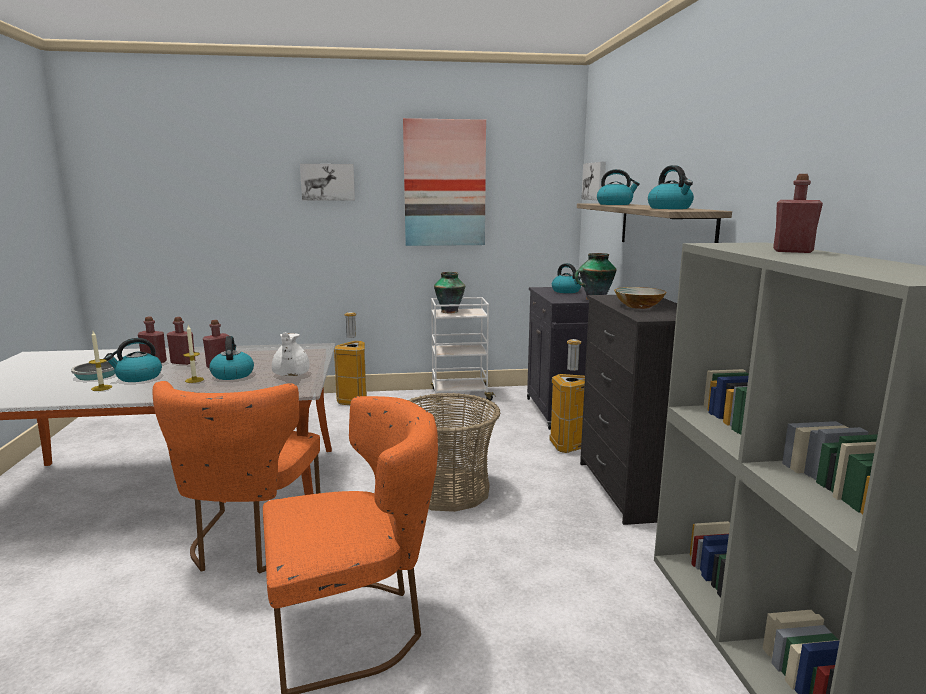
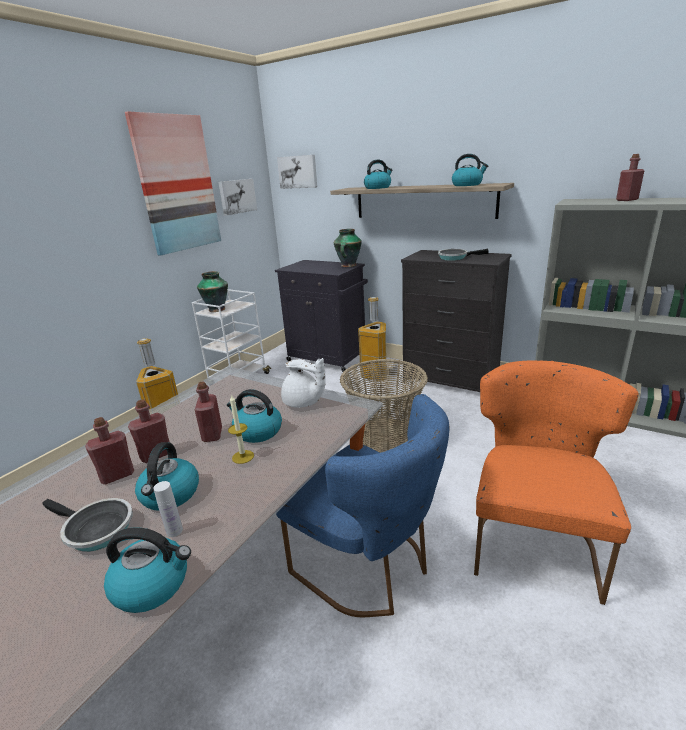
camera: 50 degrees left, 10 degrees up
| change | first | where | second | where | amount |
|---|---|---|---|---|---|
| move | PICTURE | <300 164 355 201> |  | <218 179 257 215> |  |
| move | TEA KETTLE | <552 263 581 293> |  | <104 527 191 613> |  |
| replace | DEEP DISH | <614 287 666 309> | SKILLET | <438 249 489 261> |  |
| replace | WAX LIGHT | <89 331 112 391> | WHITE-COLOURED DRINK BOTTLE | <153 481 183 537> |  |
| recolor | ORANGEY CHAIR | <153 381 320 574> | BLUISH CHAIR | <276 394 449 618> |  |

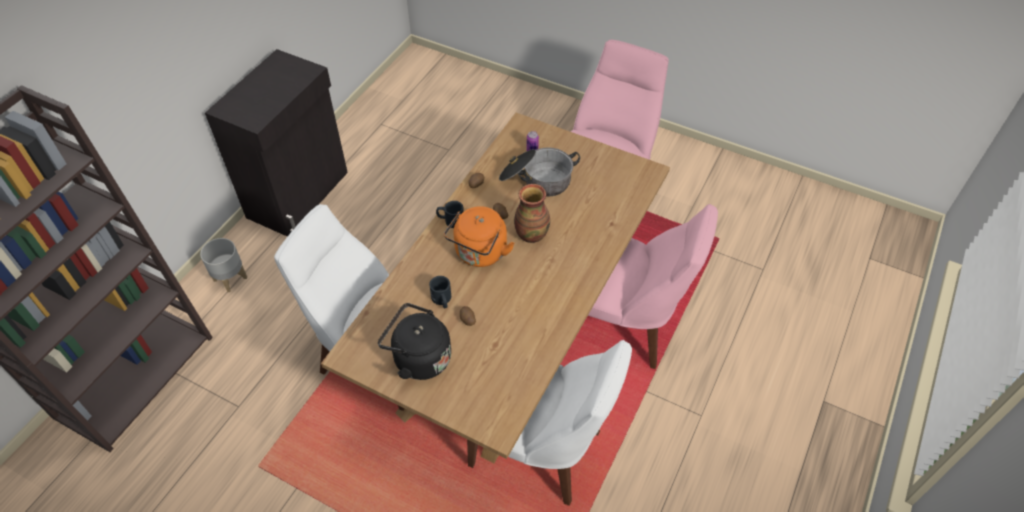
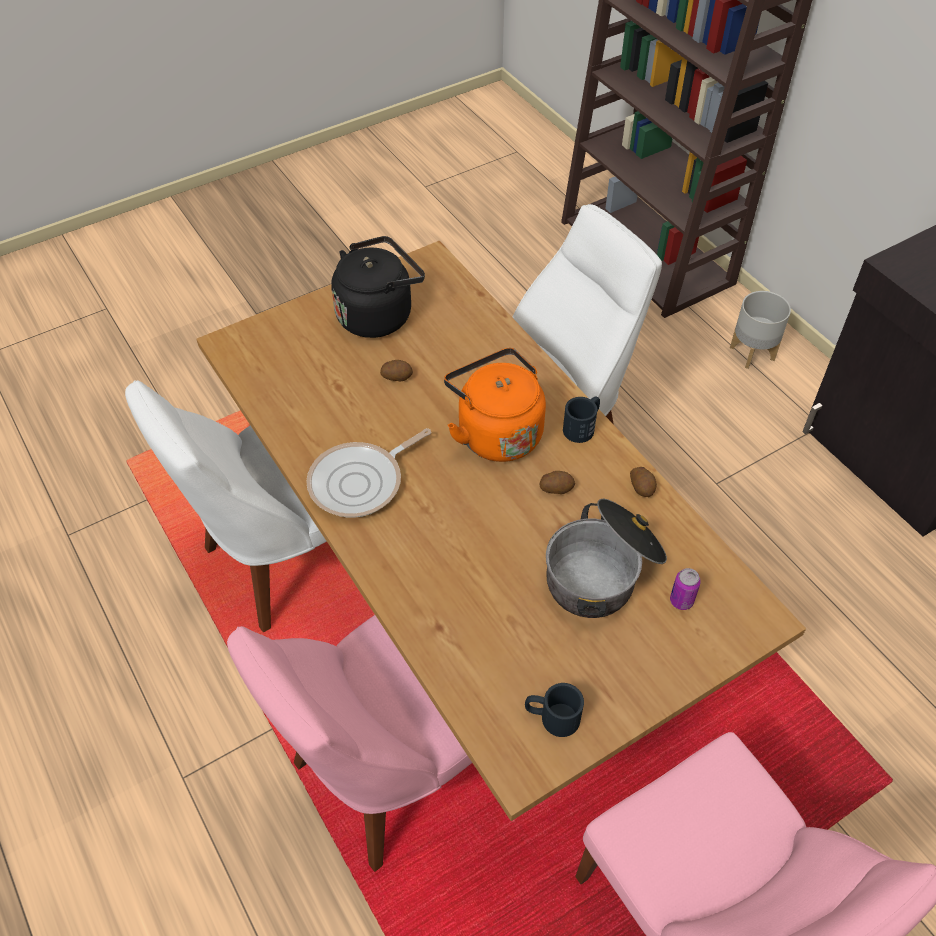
camera: 120 degrees right, 0 degrees up
| change | first | where | second | where | amount |
|---|---|---|---|---|---|
| delete | VASE | <514 184 550 243> |  |  |  |
| move | BLACKISH COFFEE MUG | <429 276 451 308> |  | <525 683 584 737> |  |
| insert |  |  | SKILLET | <306 428 431 517> |  |

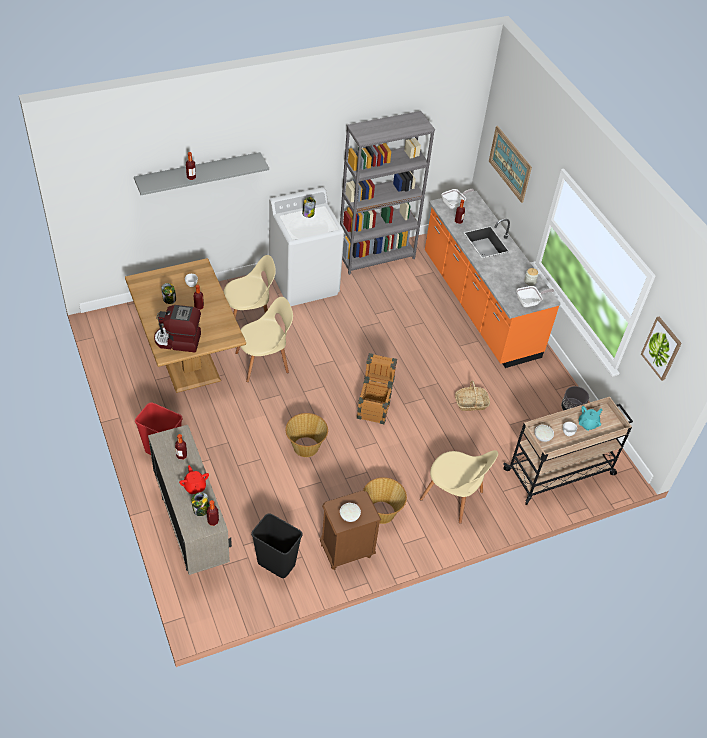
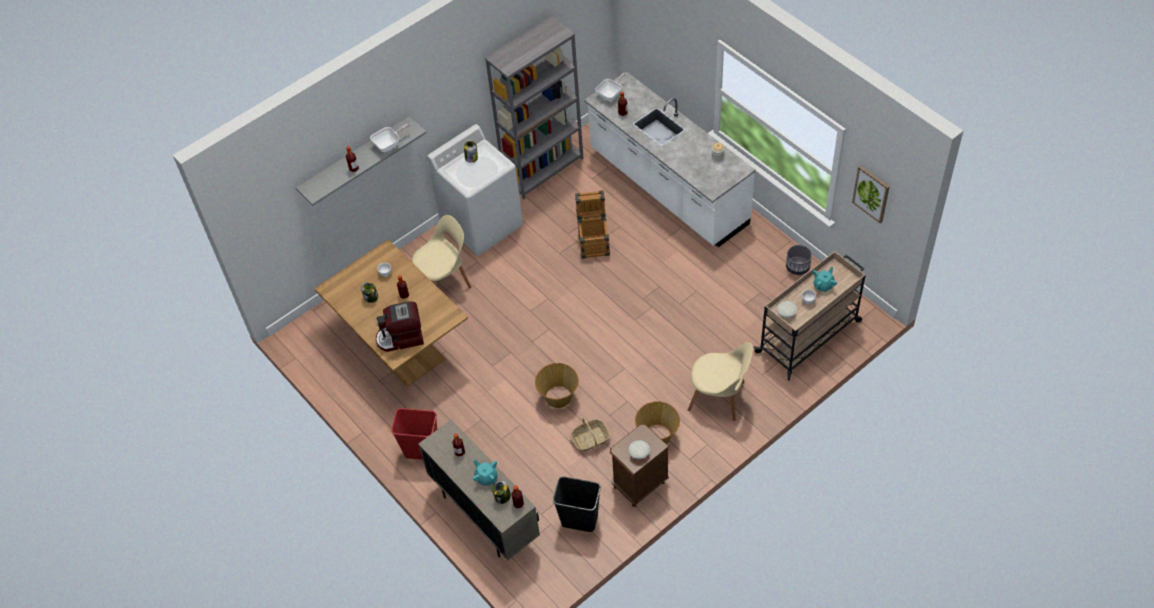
camera: 10 degrees left, 5 degrees up
| change | first | where | second | where | amount |
|---|---|---|---|---|---|
| delete | PICTURE | <489 126 532 203> |  |  |  |
| recolor | ORANGEY COUNTER | <425 191 561 368> | WHITE-COLOURED COUNTER | <584 72 756 248> |  |
| move | SKILLET | <516 286 554 307> |  | <370 123 410 152> |  |
| delete | SAND-COLOURED CHAIR | <235 297 293 382> |  |  |  |
| move | PACKING CRATE | <357 353 397 424> |  | <575 190 610 259> |  |
| move | STORAGE BASKET | <455 381 490 411> |  | <570 418 610 452> |  |
| recolor | REDDISH TEA POT | <179 465 209 494> | TURQUOISE TEA POT | <473 460 498 486> |  |

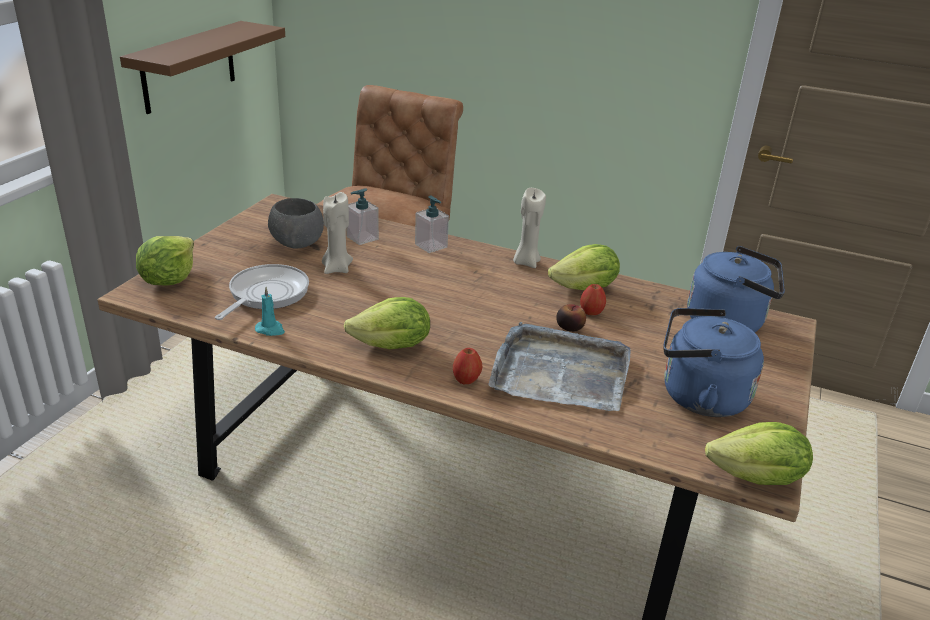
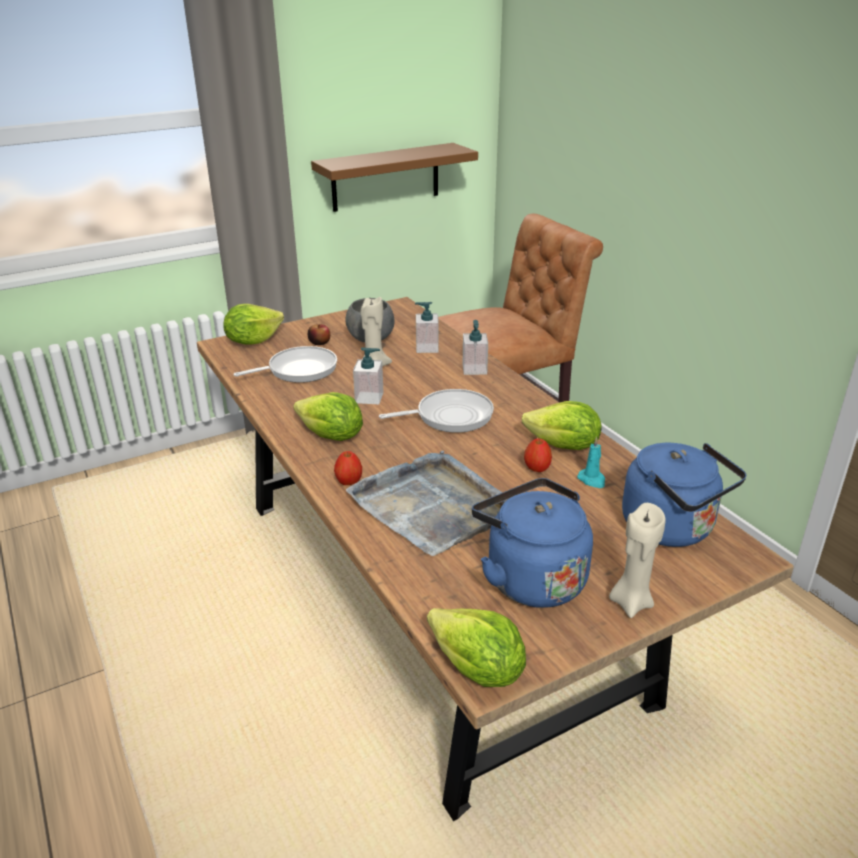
camera: 40 degrees right, 0 degrees up
| change | first | where | second | where | amount |
|---|---|---|---|---|---|
| move | SAND-COLOURED WAX LIGHT | <513 188 546 268> |  | <609 503 666 618> |  |
| move | TURQUOISE WAX LIGHT | <255 287 285 336> |  | <577 437 605 488> |  |
| move | APPLE FRUIT | <556 304 586 332> |  | <308 324 330 345> |  |
| insert |  |  | SOAP BOTTLE | <353 347 383 404> |  |
| insert |  |  | SKILLET | <379 389 494 433> |  |

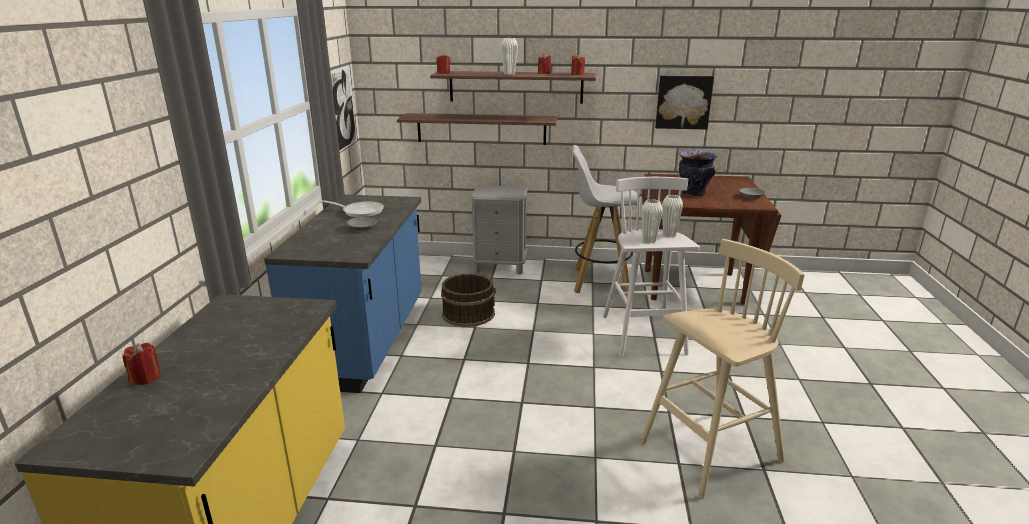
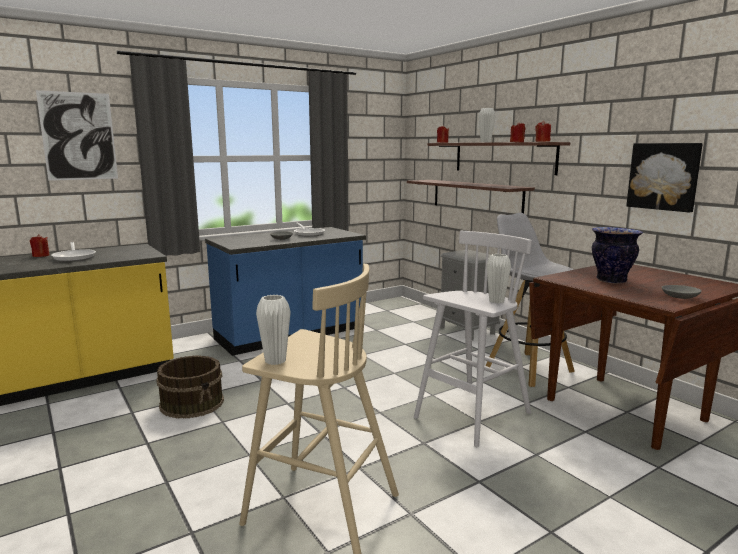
camera: 50 degrees right, 10 degrees down
| change | first | where | second | where | amount |
|---|---|---|---|---|---|
| move | PICTURE | <330 66 357 152> |  | <36 90 118 181> |  |
| move | WHITE-COLOURED VASE | <641 199 663 243> |  | <256 295 291 365> |  |
| move | BROWN BUCKET | <441 273 496 327> |  | <156 355 224 419> |  |
| insert |  |  | SKILLET | <51 242 96 262> |  |

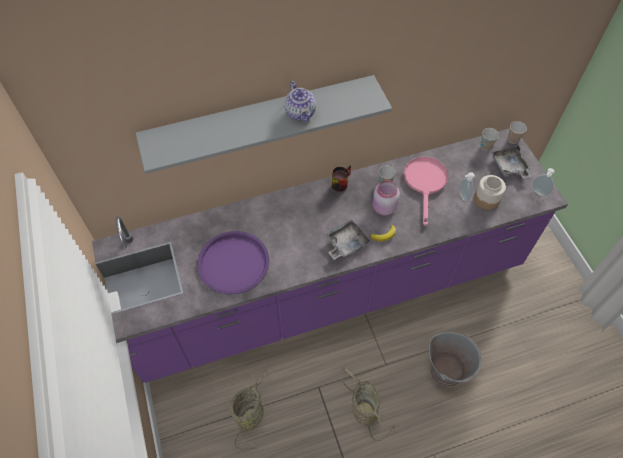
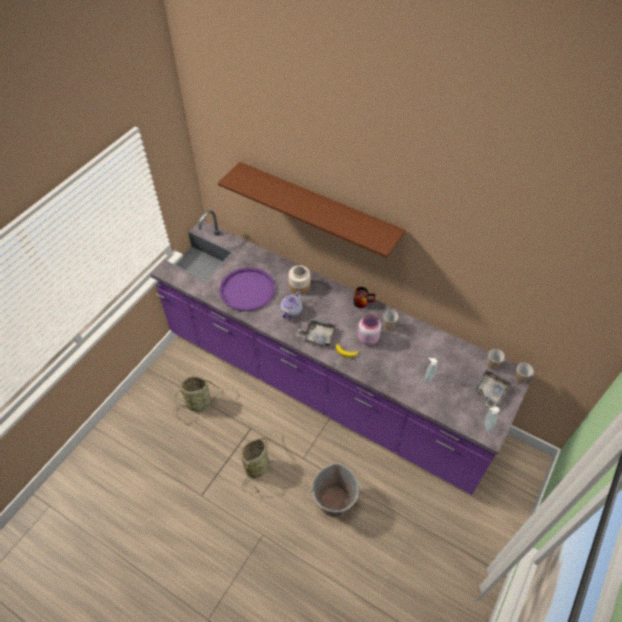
camera: 50 degrees right, 5 degrees down
| change | first | where | second | where | amount |
|---|---|---|---|---|---|
| recolor | GREYISH WALL SHELF | <135 75 392 174> | BROWN WALL SHELF | <218 162 406 258> |  |
| move | TEA POT | <285 81 316 122> |  | <280 291 302 318> |  |
| delete | PINK-COLOURED SKILLET | <404 157 448 226> |  |  |  |
| move | STORAGE JAR | <474 175 506 210> |  | <289 265 310 294> |  |

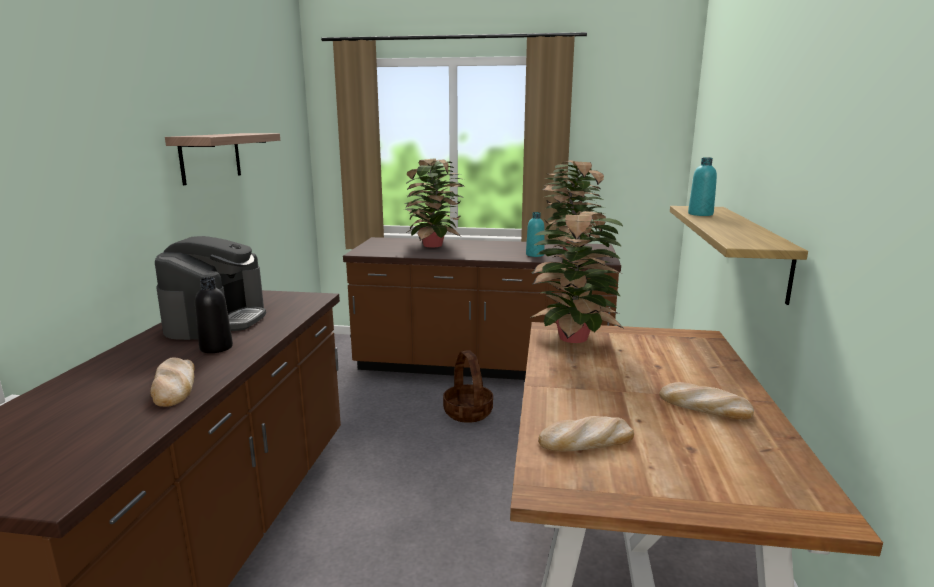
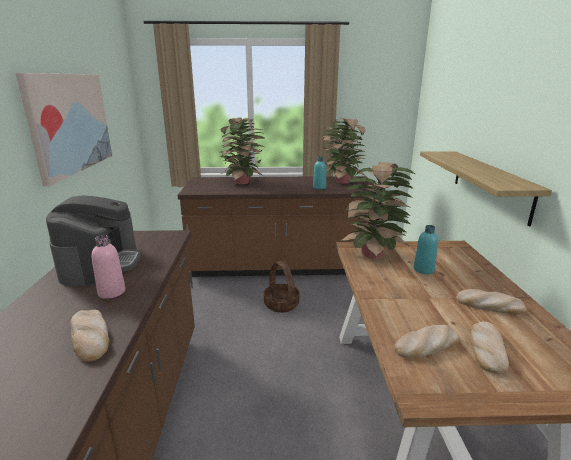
camera: 10 degrees left, 5 degrees up
| change | first | where | second | where | amount |
|---|---|---|---|---|---|
| replace | WALL SHELF | <165 133 280 185> | PICTURE | <16 73 112 186> |  |
| move | TURQUOISE DRINK BOTTLE | <688 157 717 216> |  | <414 225 438 274> |  |
| recolor | BLACKISH DRINK BOTTLE | <195 277 233 353> | PINK-COLOURED DRINK BOTTLE | <91 235 125 299> |  |
| insert |  |  | BREAD | <471 321 509 374> |  |

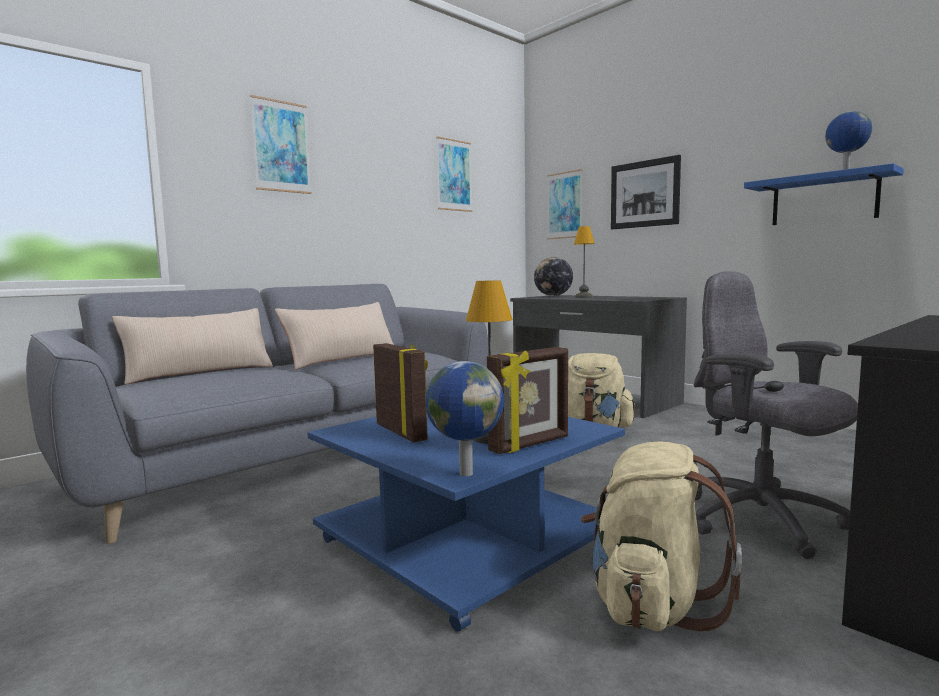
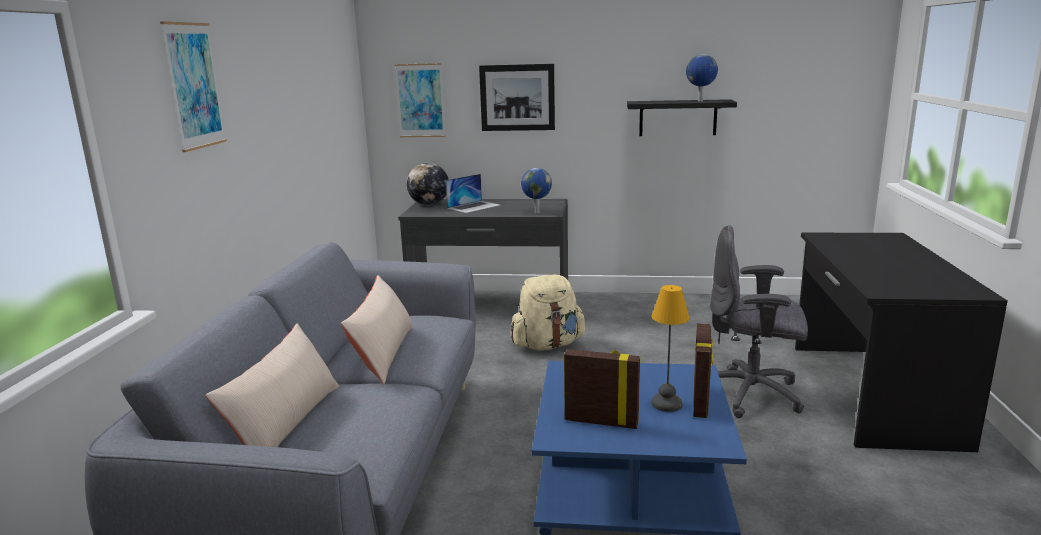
camera: 40 degrees left, 10 degrees up
| change | first | where | second | where | amount |
|---|---|---|---|---|---|
| delete | PICTURE | <436 136 472 212> |  |  |  |
| recolor | BLUISH WALL SHELF | <744 163 904 225> | BLACKISH WALL SHELF | <627 99 737 136> |  |
| replace | TABLE LAMP | <574 226 595 298> | NOTEBOOK COMPUTER | <445 174 500 213> |  |
| move | GLOBE | <425 361 504 476> |  | <521 168 552 213> |  |
| delete | SAND-COLOURED RUCKSACK | <581 441 742 631> |  |  |  |

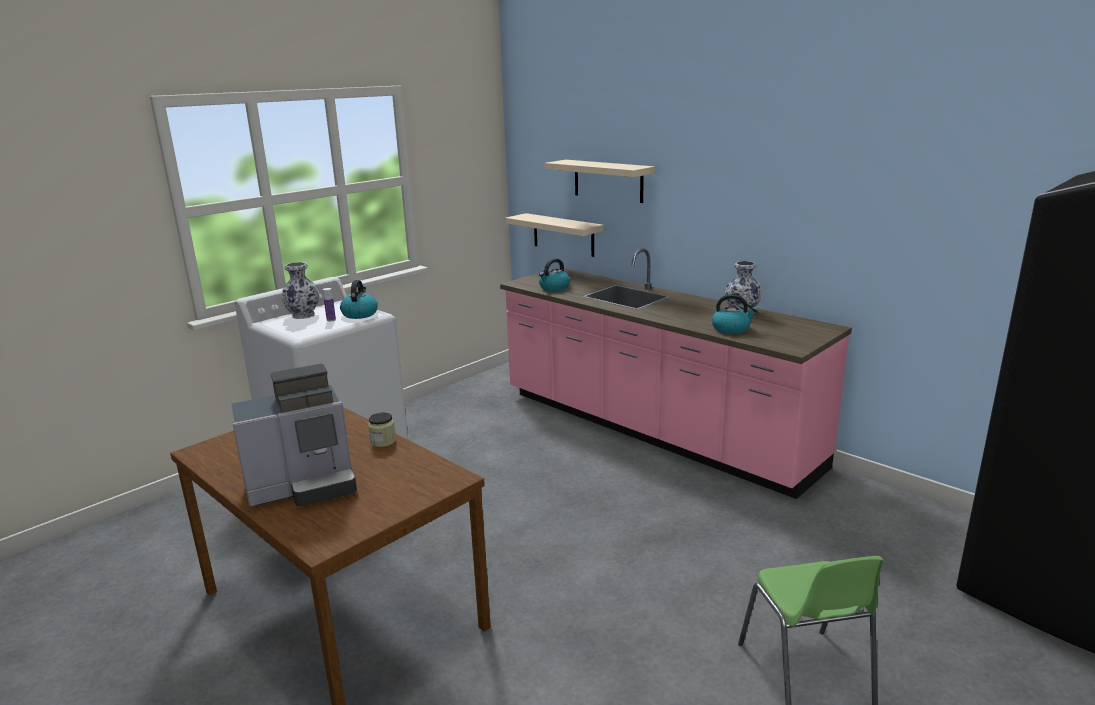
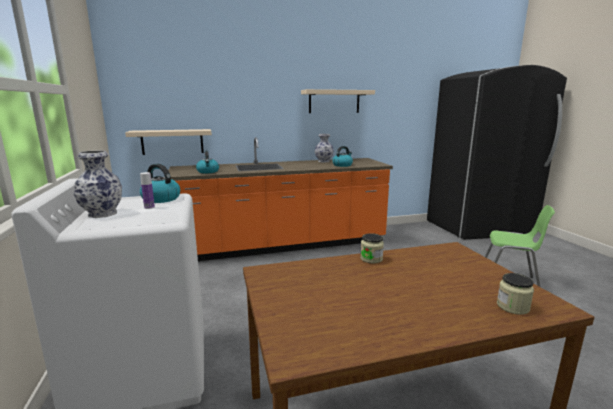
camera: 60 degrees left, 5 degrees down
| change | first | where | second | where | amount |
|---|---|---|---|---|---|
| move | SAND-COLOURED WALL SHELF | <545 160 655 203> |  | <301 89 375 113> |  |
| recolor | PINK-COLOURED COUNTER | <500 248 852 499> | ORANGEY COUNTER | <168 137 393 261> |  |
| delete | COFFEE BREWER | <231 364 357 507> |  |  |  |
| insert |  |  | STORAGE JAR | <497 273 534 315> |  |

